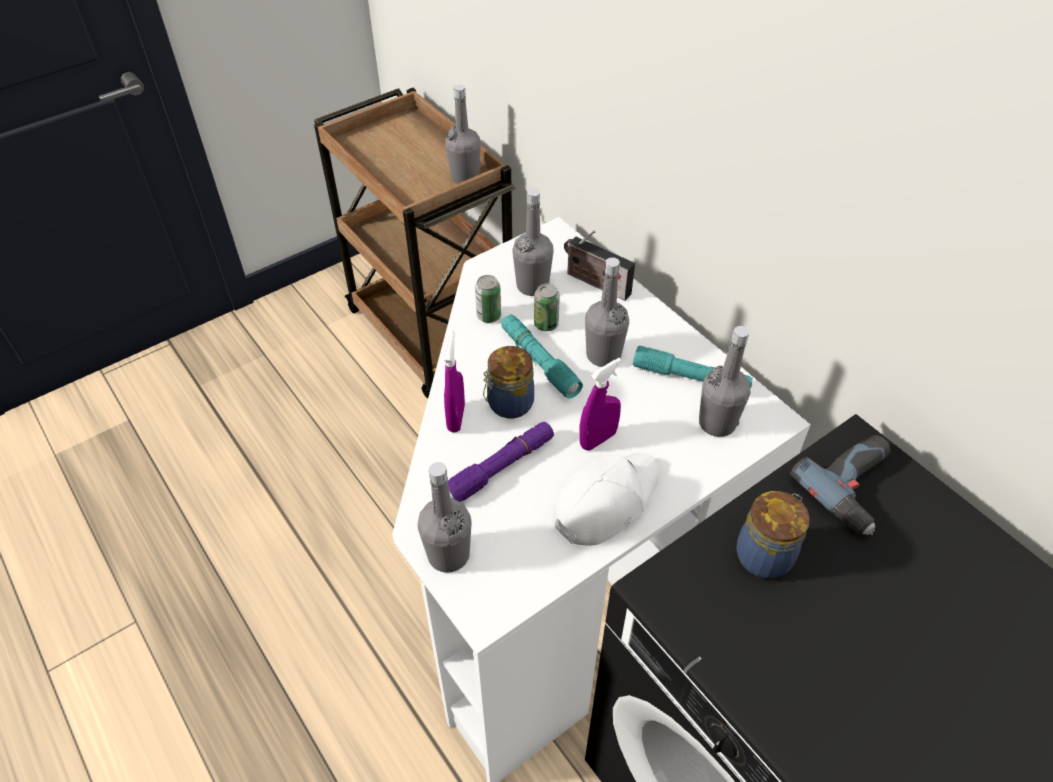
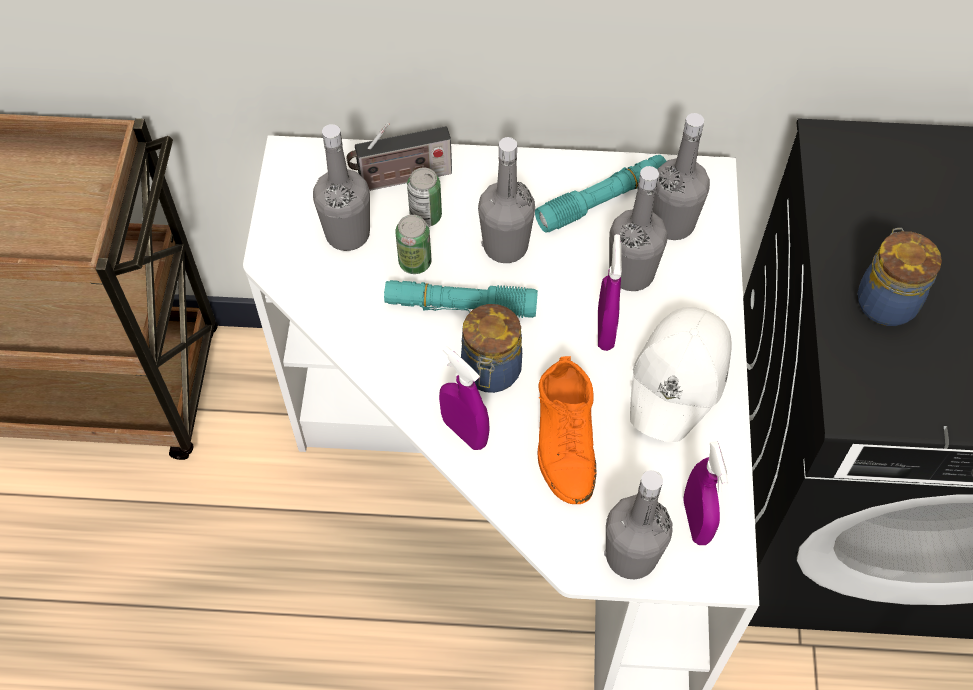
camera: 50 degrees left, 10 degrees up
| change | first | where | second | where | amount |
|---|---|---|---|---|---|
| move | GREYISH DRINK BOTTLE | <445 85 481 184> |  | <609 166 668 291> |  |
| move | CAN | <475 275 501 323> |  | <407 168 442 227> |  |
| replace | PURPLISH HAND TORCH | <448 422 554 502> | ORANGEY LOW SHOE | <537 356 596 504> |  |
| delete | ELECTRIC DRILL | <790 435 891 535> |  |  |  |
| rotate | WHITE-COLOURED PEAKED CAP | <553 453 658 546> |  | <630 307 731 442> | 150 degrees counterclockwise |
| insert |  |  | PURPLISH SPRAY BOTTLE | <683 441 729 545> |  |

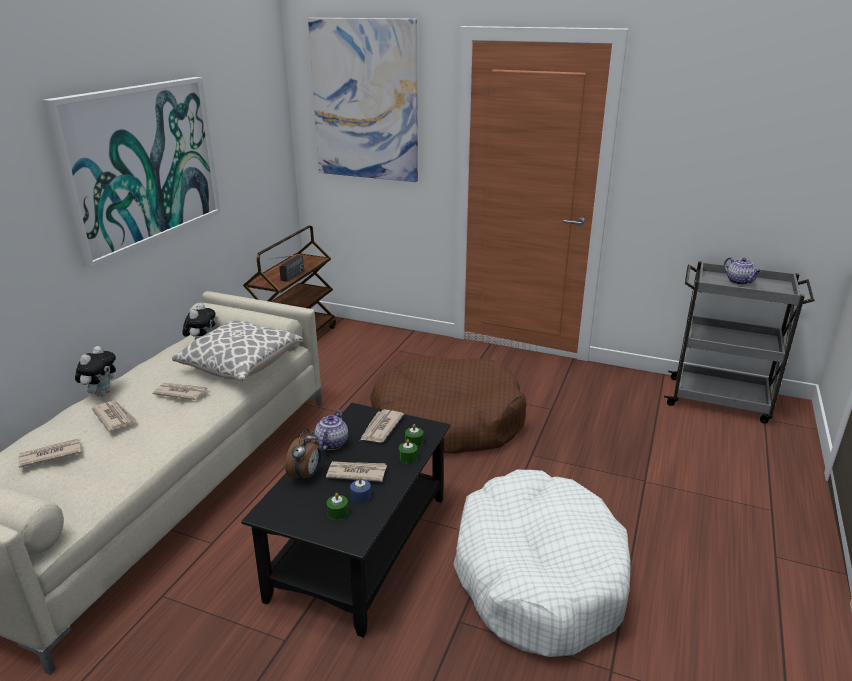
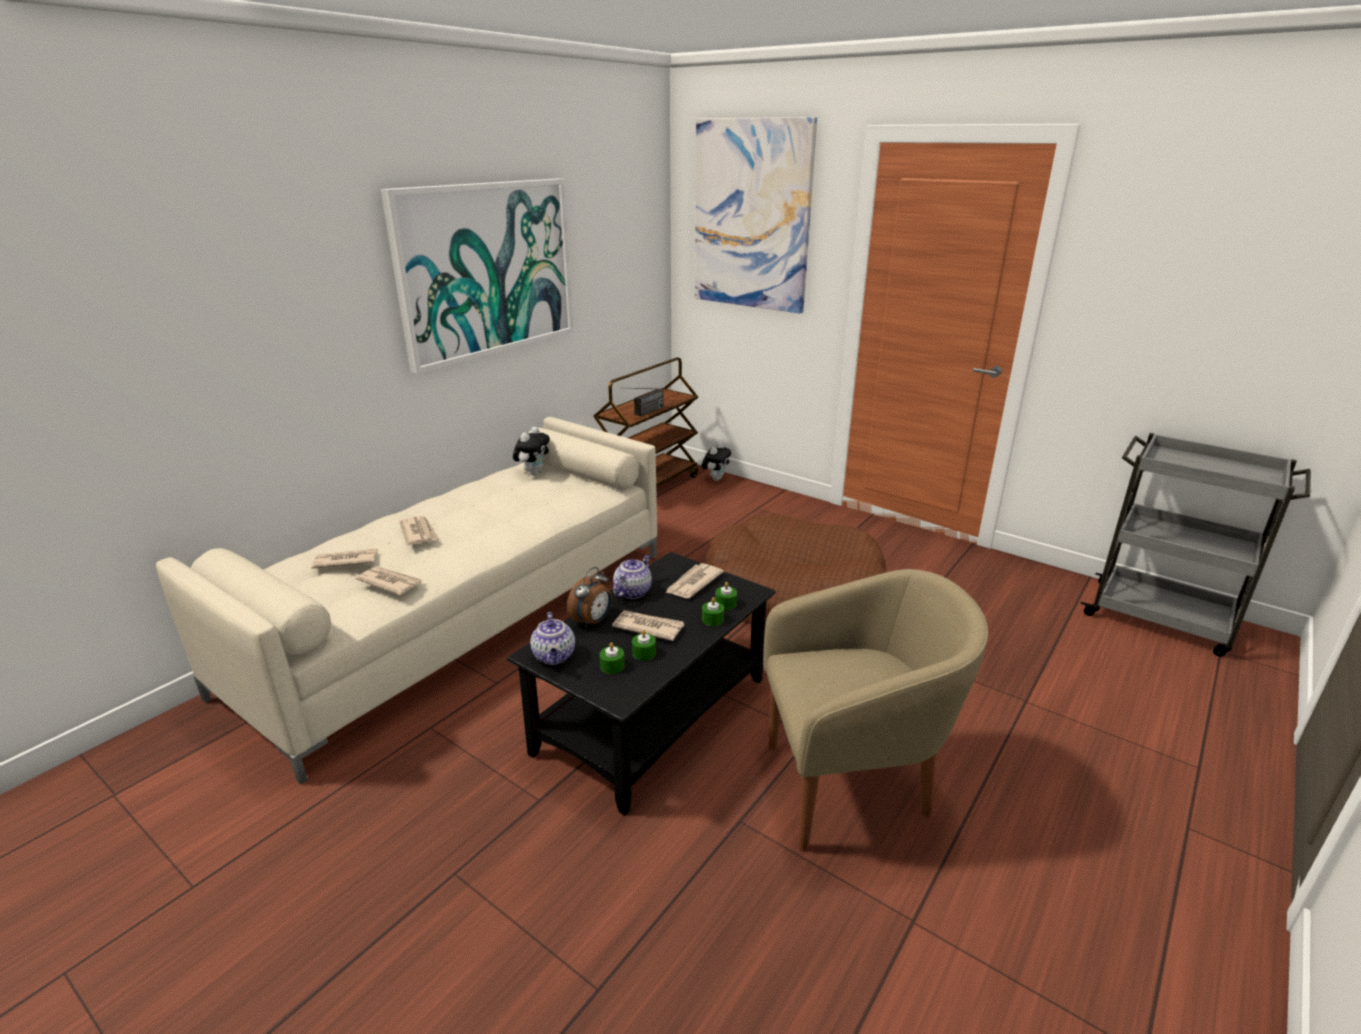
camera: 15 degrees right, 0 degrees up
| change | first | where | second | where | amount |
|---|---|---|---|---|---|
| move | TEA POT | <724 257 761 285> |  | <530 612 575 665> |  |
| delete | PILLOW | <172 320 303 383> |  |  |  |
| move | PLUSH TOY | <75 346 116 396> |  | <702 443 731 481> |  |
| move | PRINTED PAPER | <152 383 208 400> |  | <355 566 423 595> |  |
| replace | WHITE-COLOURED PET BED | <453 470 631 657> | SAND-COLOURED EASY CHAIR | <763 569 988 852> |  |
| recolor | BLUISH WAX LIGHT | <350 477 371 503> | GREEN-COLOURED WAX LIGHT | <632 630 656 660> |  |

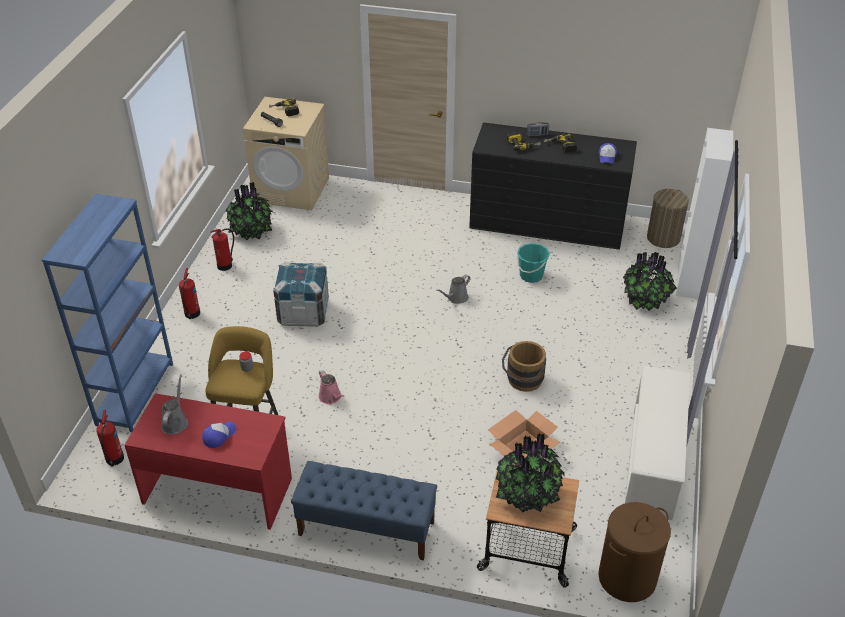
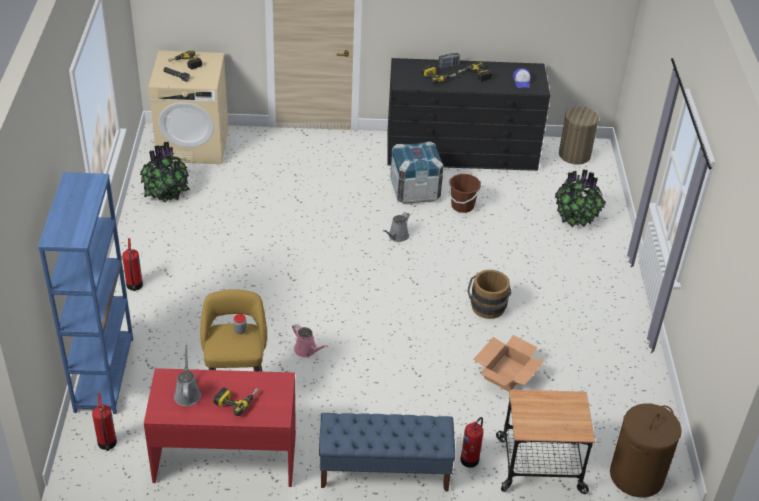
camera: 15 degrees left, 0 degrees up
| change | first | where | second | where | amount |
|---|---|---|---|---|---|
| delete | WHITE-COLOURED CUPBOARD | <676 128 733 299> |  |  |  |
| move | FIRE-FIGHTING CYLINDER | <210 228 234 271> |  | <461 417 483 468> |  |
| recolor | TURQUOISE BUCKET | <517 243 550 283> | BROWN BUCKET | <448 174 481 213> |  |
| move | PACKING CRATE | <273 262 329 327> |  | <390 141 444 204> |  |
| delete | WHITE-COLOURED SHOE RACK | <625 365 690 520> |  |  |  |
| replace | PEAKED CAP | <202 422 236 448> | ELECTRIC DRILL | <213 387 259 416> |  |
| delete | PLANT IN A POT | <496 433 565 512> |  |  |  |

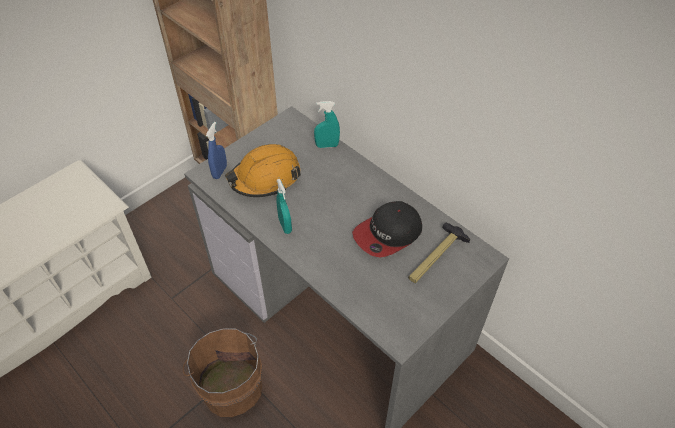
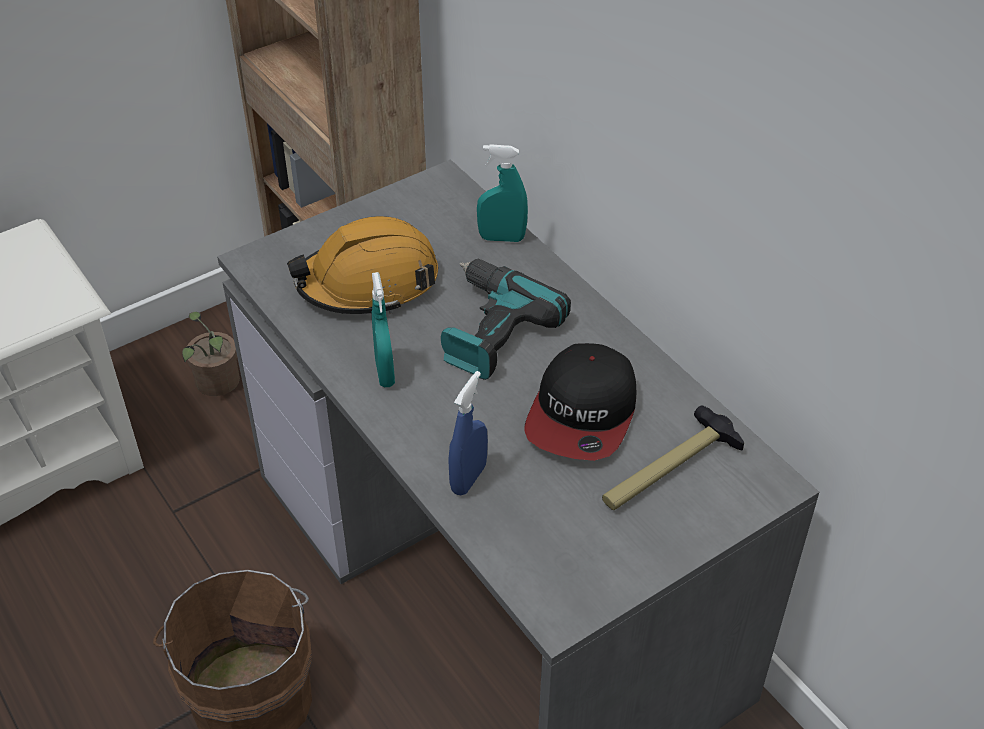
camera: 10 degrees right, 5 degrees down
| change | first | where | second | where | amount |
|---|---|---|---|---|---|
| move | BLUISH SPRAY BOTTLE | <206 122 227 179> |  | <448 371 488 495> |  |
| rotate | PEAKED CAP | <352 201 422 258> |  | <524 343 636 461> | 45 degrees counterclockwise |
| insert |  |  | ELECTRIC DRILL | <441 258 571 380> |  |
| insert |  |  | PLANT IN A POT | <182 312 240 396> |  |

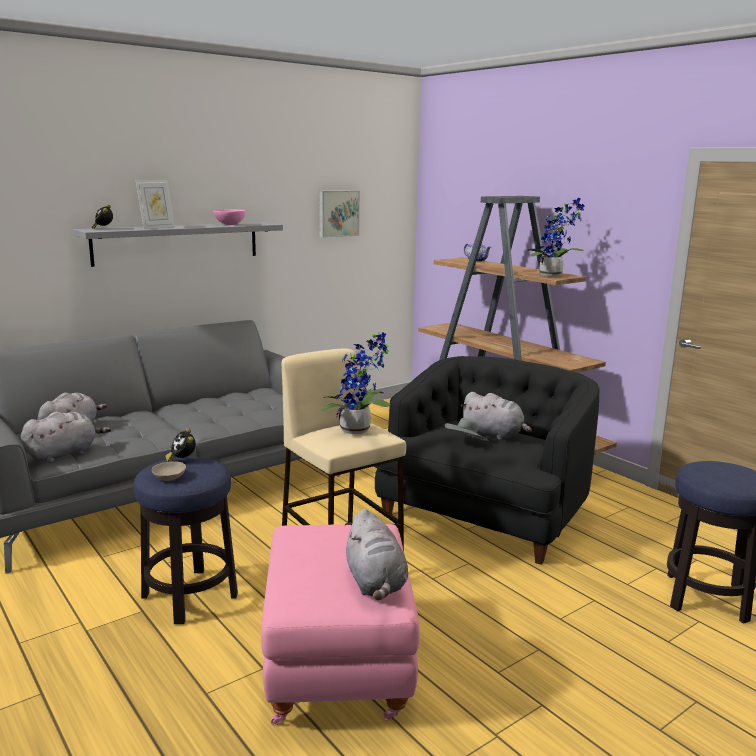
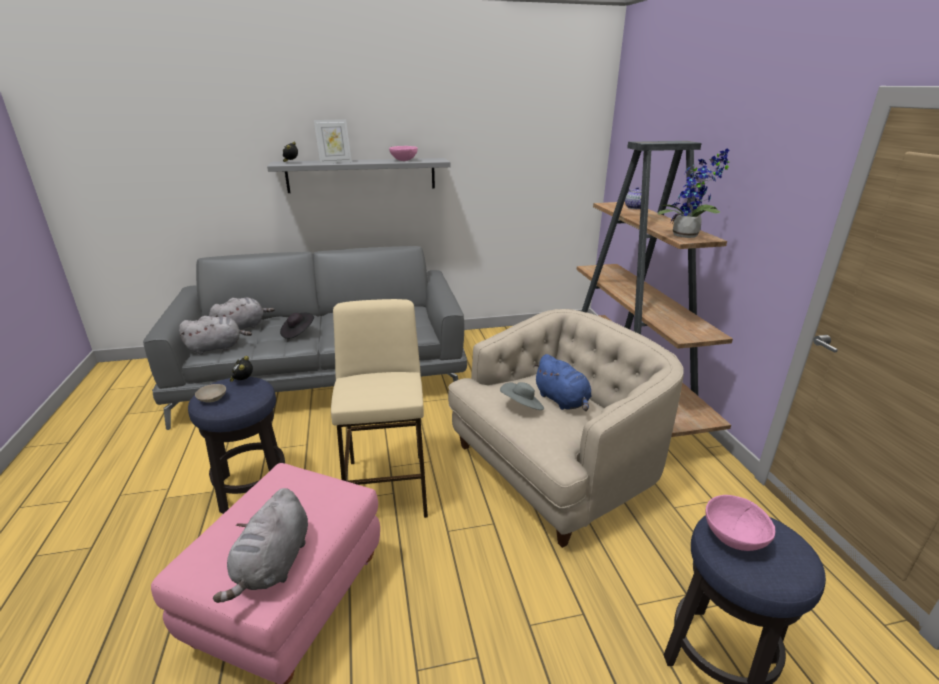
camera: 25 degrees right, 10 degrees up
| change | first | where | second | where | amount |
|---|---|---|---|---|---|
| delete | PICTURE | <319 191 360 238> |  |  |  |
| delete | PLANT IN A POT | <320 332 390 434> |  |  |  |
| recolor | BLACKISH EASY CHAIR | <373 356 599 565> | SAND-COLOURED EASY CHAIR | <448 309 684 548> |  |
| recolor | GREYISH PLUSH TOY | <461 392 532 440> | BLUISH PLUSH TOY | <533 354 592 411> |  |
| insert |  |  | BLACKISH WEARABLE HAT | <280 313 314 339> |  |
| insert |  |  | PINK-COLOURED DEEP DISH | <705 495 775 551> |  |

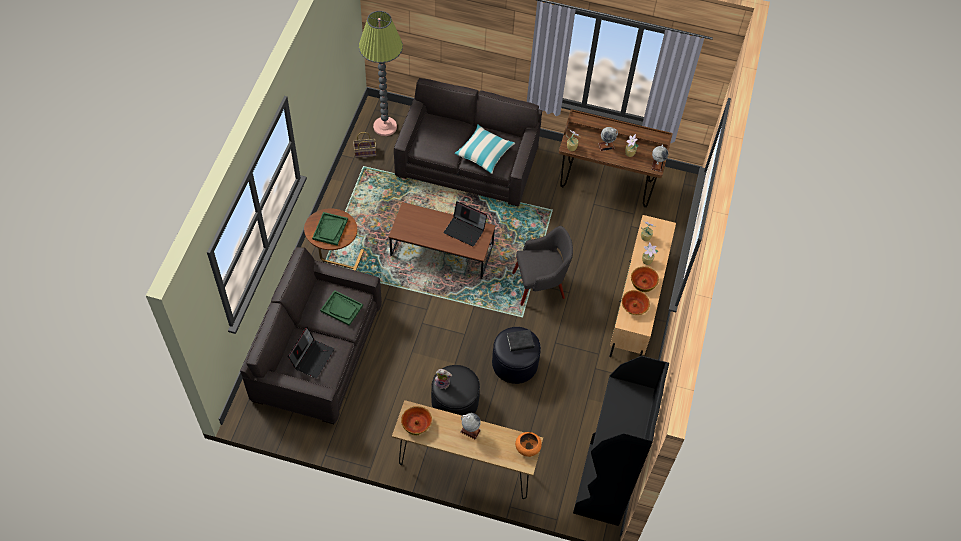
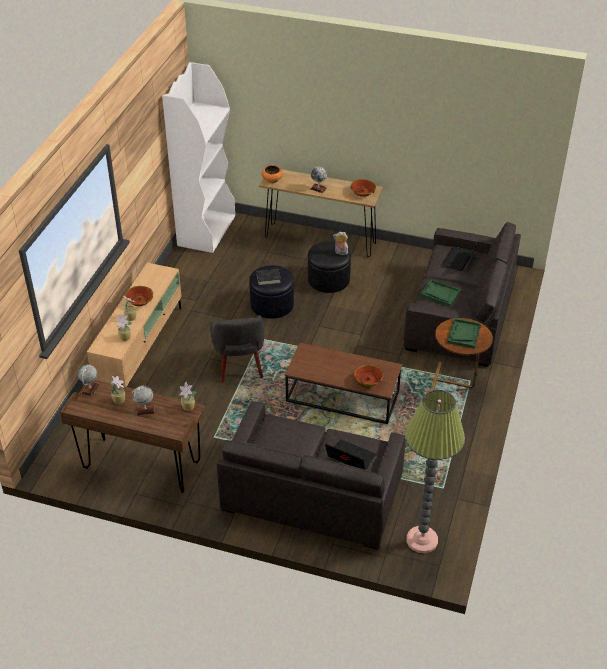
camera: 175 degrees left, 15 degrees down
| change | first | where | second | where | amount |
|---|---|---|---|---|---|
| delete | PILLOW | <455 124 515 174> |  |  |  |
| delete | STORAGE BASKET | <353 132 376 158> |  |  |  |
| move | NOTEBOOK COMPUTER | <444 201 487 246> |  | <325 439 377 470> |  |
| rotate | GREYISH EASY CHAIR | <512 226 573 306> |  | <210 315 264 383> | 90 degrees counterclockwise |
| move | DEEP DISH | <622 290 650 315> |  | <354 365 384 389> |  |
| recolor | BLACKISH BOOKCASE | <573 356 669 526> | WHITE-COLOURED BOOKCASE | <162 62 235 253> |  |

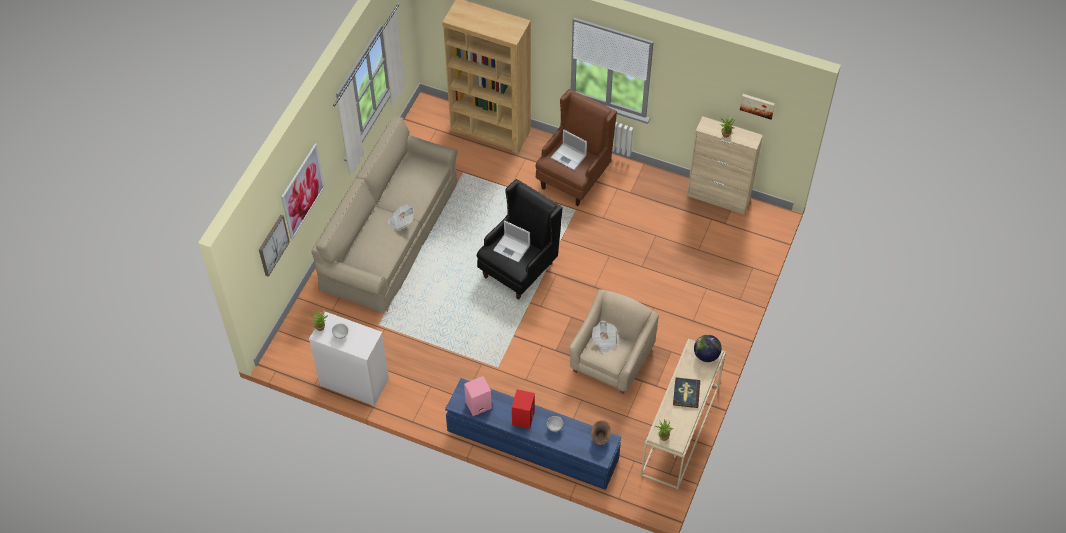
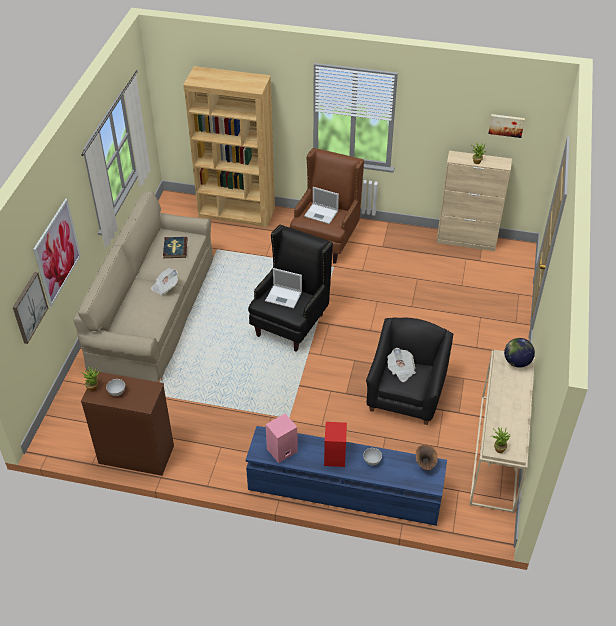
camera: 10 degrees left, 10 degrees down
| change | first | where | second | where | amount |
|---|---|---|---|---|---|
| recolor | SAND-COLOURED EASY CHAIR | <569 289 659 394> | BLACKISH EASY CHAIR | <366 318 453 425> |  |
| recolor | WHITE-COLOURED DRAWER CHEST | <309 312 389 406> | BROWN DRAWER CHEST | <81 371 174 476> |  |
| move | VOLUME | <673 377 700 408> |  | <163 237 188 258> |  |

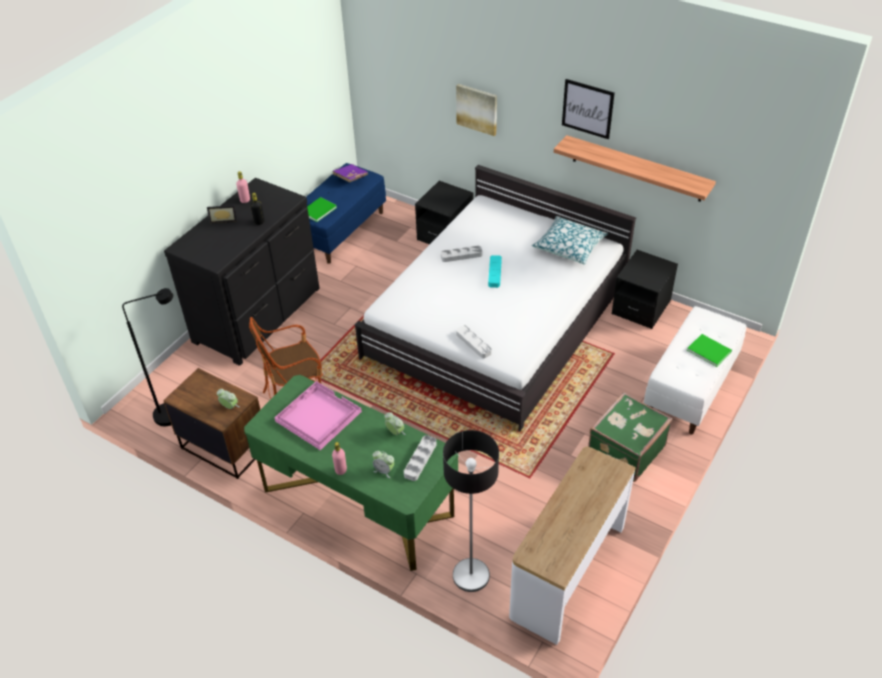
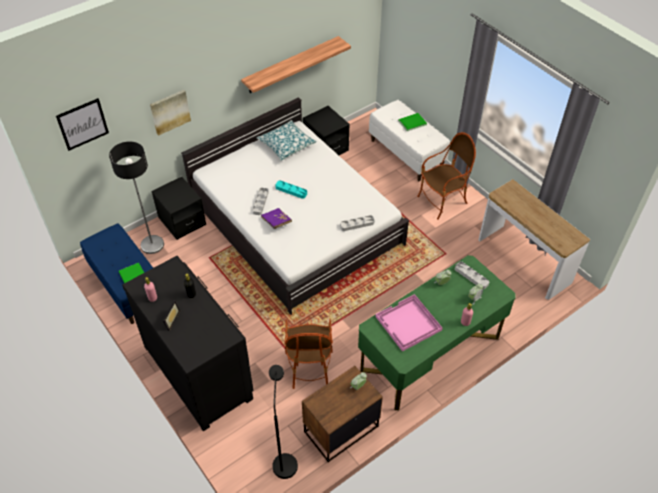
camera: 70 degrees left, 5 degrees up
| change | first | where | second | where | amount |
|---|---|---|---|---|---|
| move | PICTURE | <562 79 615 139> |  | <56 98 109 151> |  |
| move | PURPLISH VOLUME | <332 164 368 182> |  | <261 208 292 229> |  |
| replace | GREEN-COLOURED SUITCASE | <588 392 672 482> | EASY CHAIR | <417 132 476 220> |  |
| move | FLOOR LAMP | <443 430 499 592> |  | <109 141 164 254> |  |

